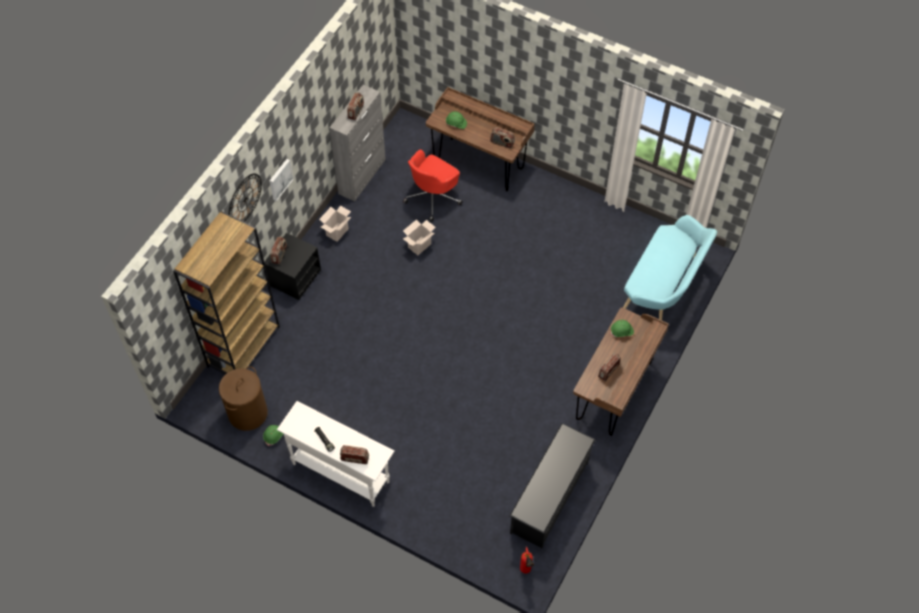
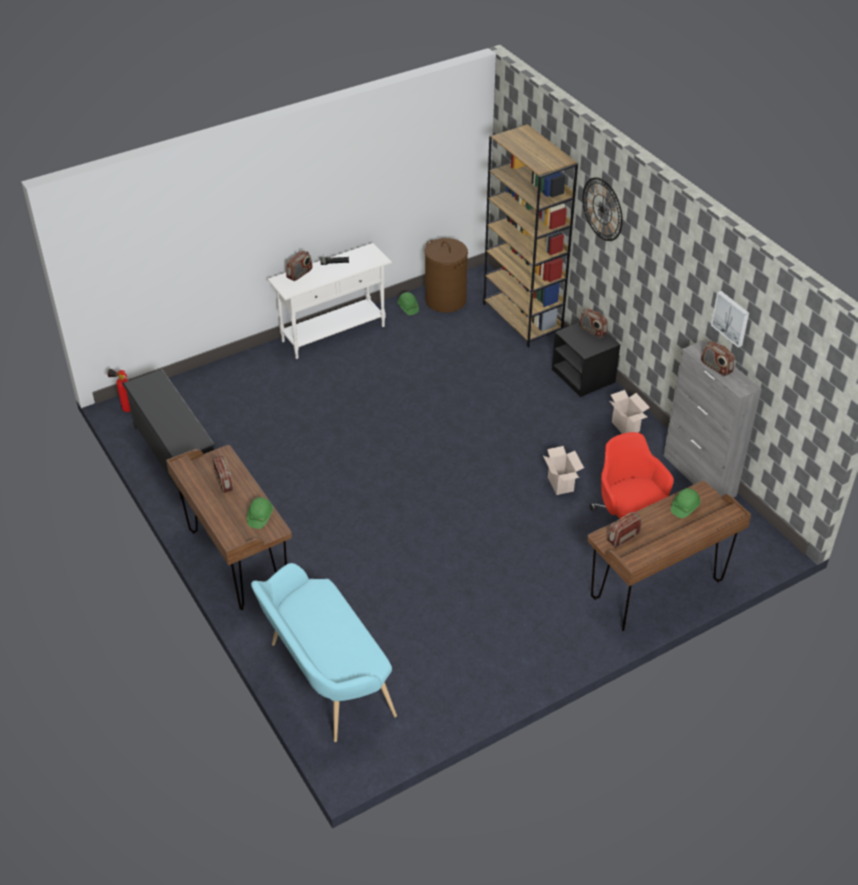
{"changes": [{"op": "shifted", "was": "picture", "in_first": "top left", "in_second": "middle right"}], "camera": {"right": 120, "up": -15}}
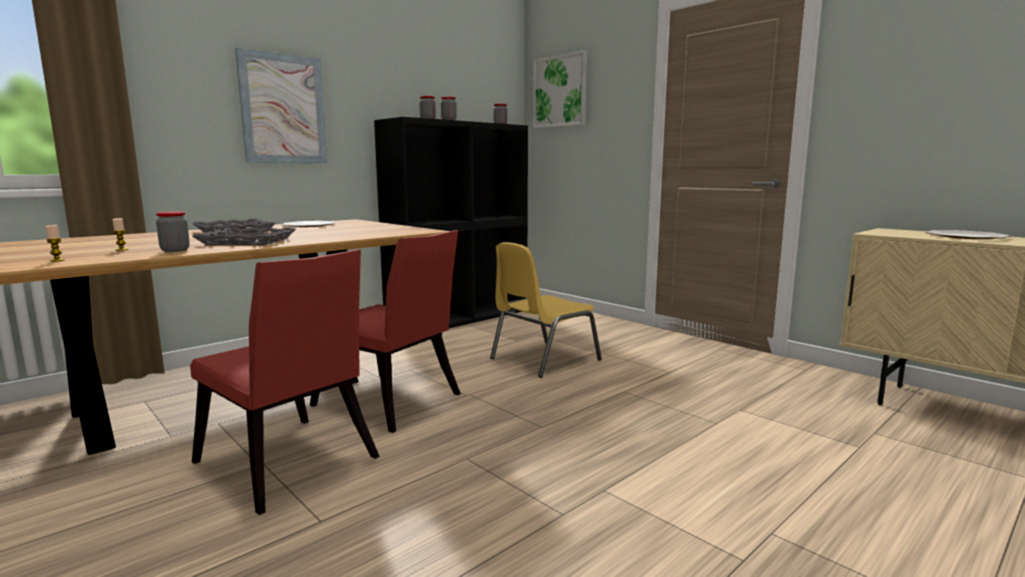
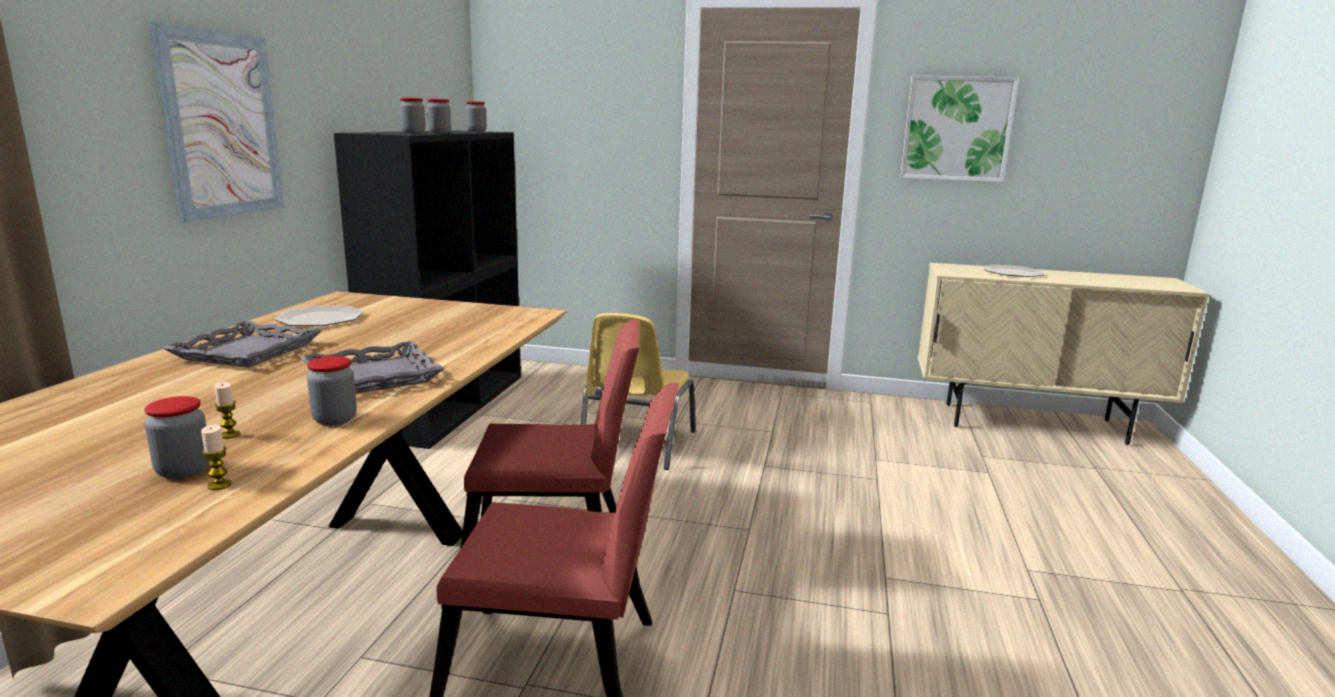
{"changes": [{"op": "new", "now": "jar (no. 1 from left)", "in_second": "middle left"}, {"op": "shifted", "was": "picture (no. 2 from left)", "in_first": "top centre", "in_second": "top right"}], "camera": {"right": -35, "up": 5}}
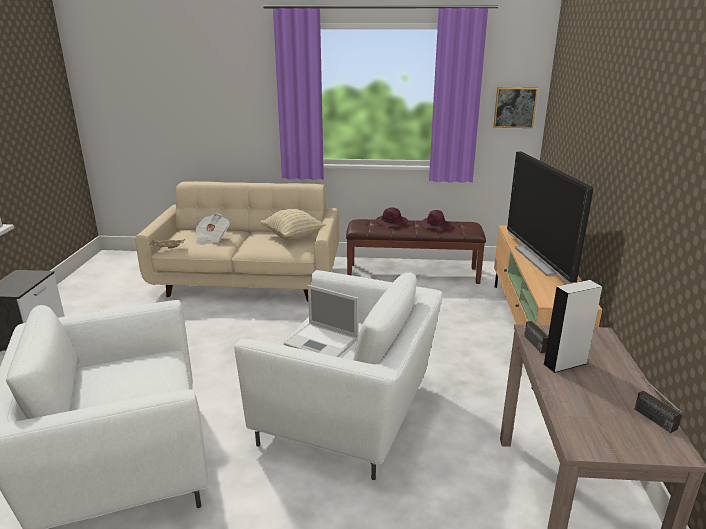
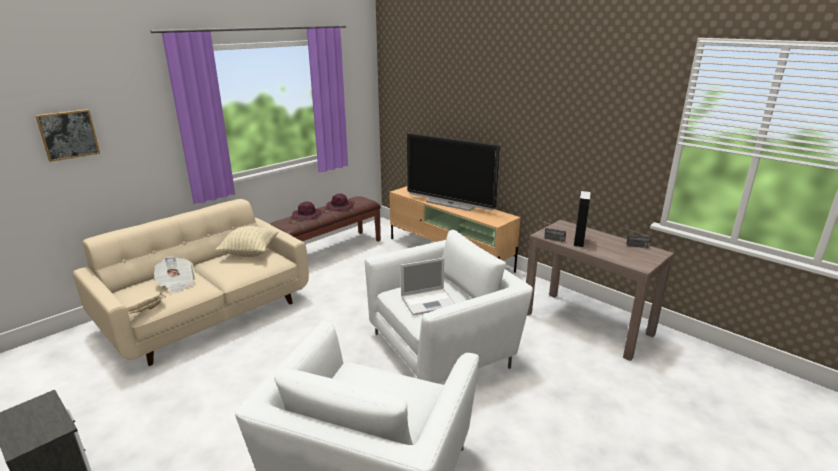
{"changes": [{"op": "shifted", "was": "picture", "in_first": "top right", "in_second": "top left"}], "camera": {"right": -50, "up": 0}}
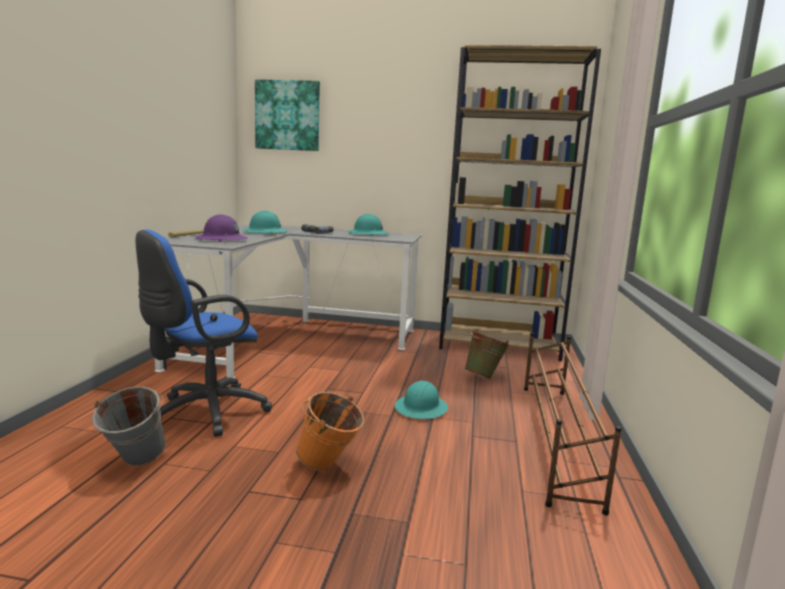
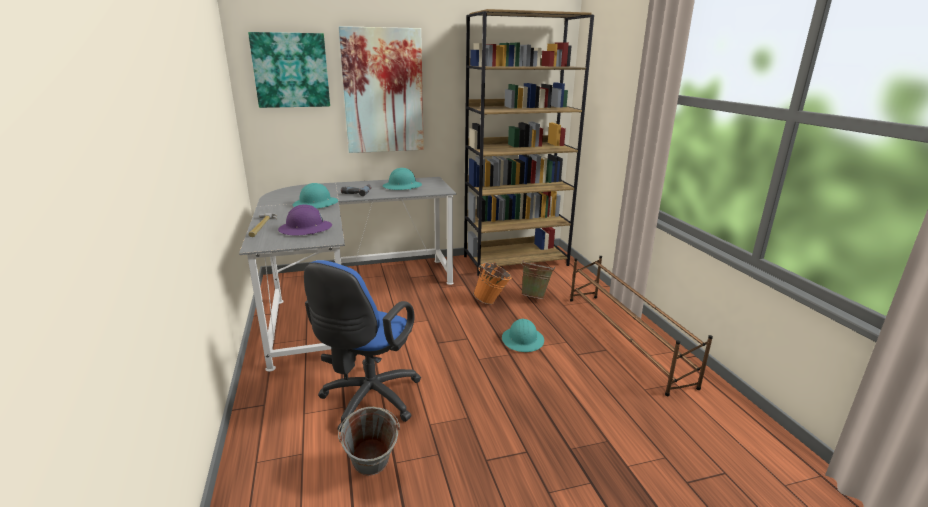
{"changes": [{"op": "new", "now": "picture (no. 2 from left)", "in_second": "top centre"}, {"op": "shifted", "was": "bucket/orange", "in_first": "bottom centre", "in_second": "centre"}], "camera": {"right": -25, "up": 10}}
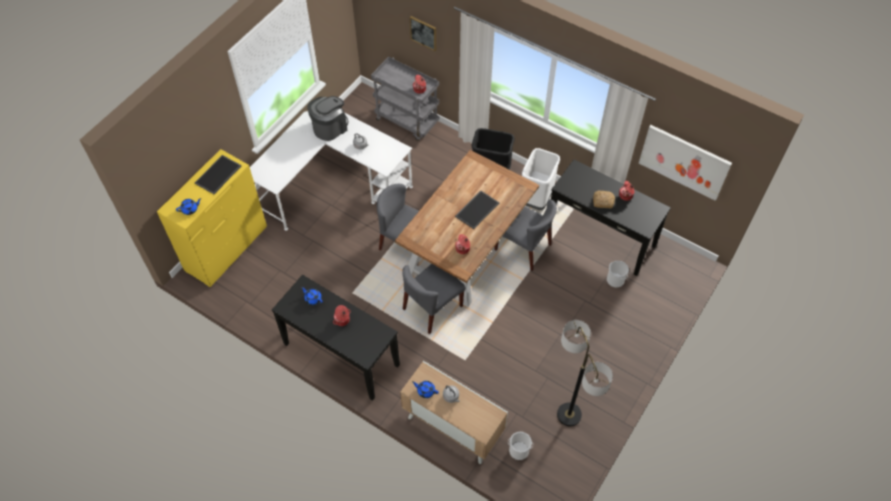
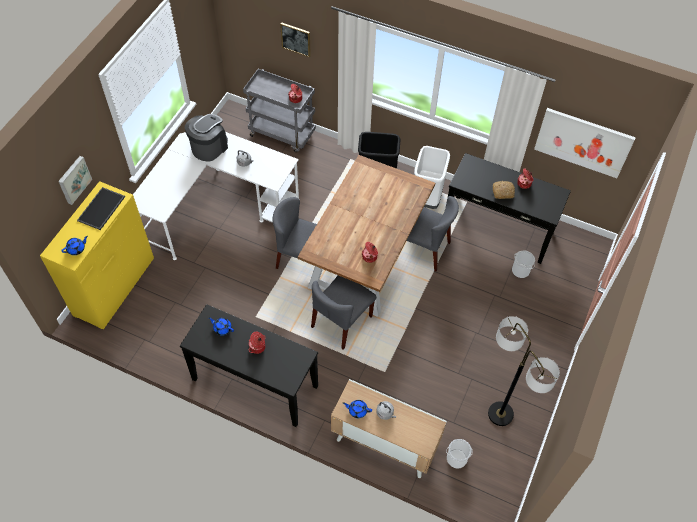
{"changes": [{"op": "new", "now": "picture (no. 1 from left)", "in_second": "middle left"}, {"op": "gone", "was": "tray (no. 2 from left)", "in_first": "centre"}], "camera": {"right": -10, "up": 0}}
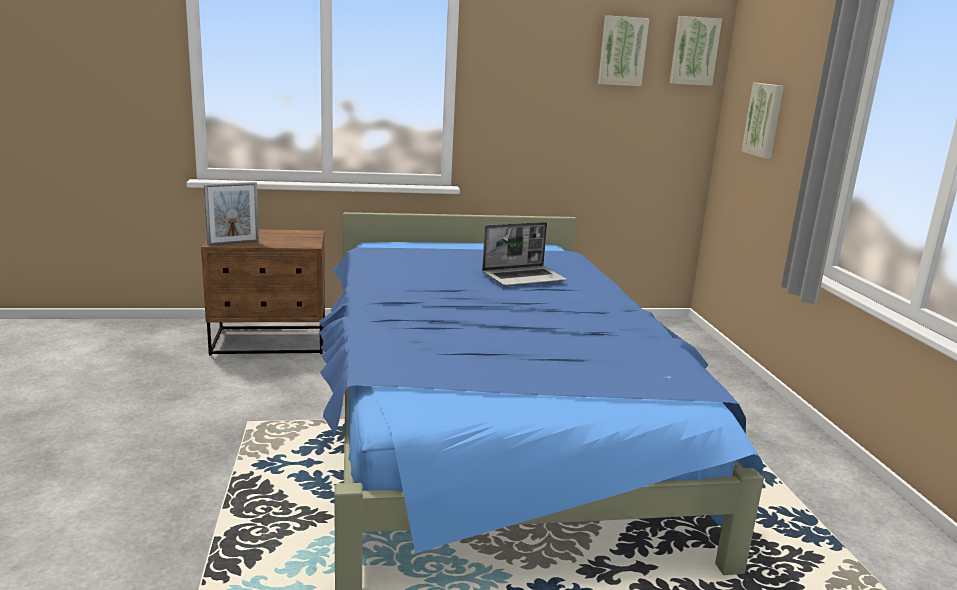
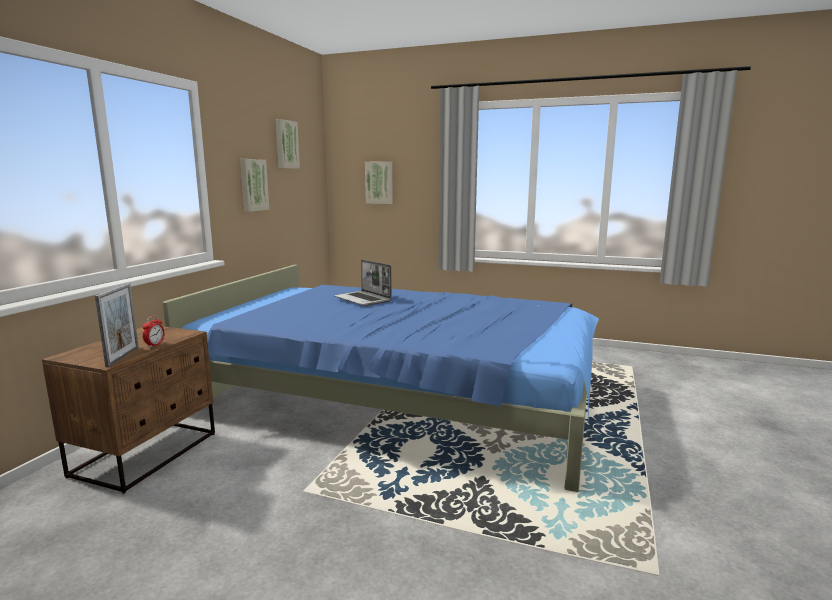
{"changes": [{"op": "new", "now": "alarm clock", "in_second": "middle left"}, {"op": "shifted", "was": "picture (no. 2 from left in the first image)", "now": "picture (no. 1 from left)", "in_first": "top right", "in_second": "top left"}, {"op": "rotated", "was": "laptop", "in_first": "centre", "in_second": "centre", "clockwise": 135}], "camera": {"right": -60, "up": -5}}
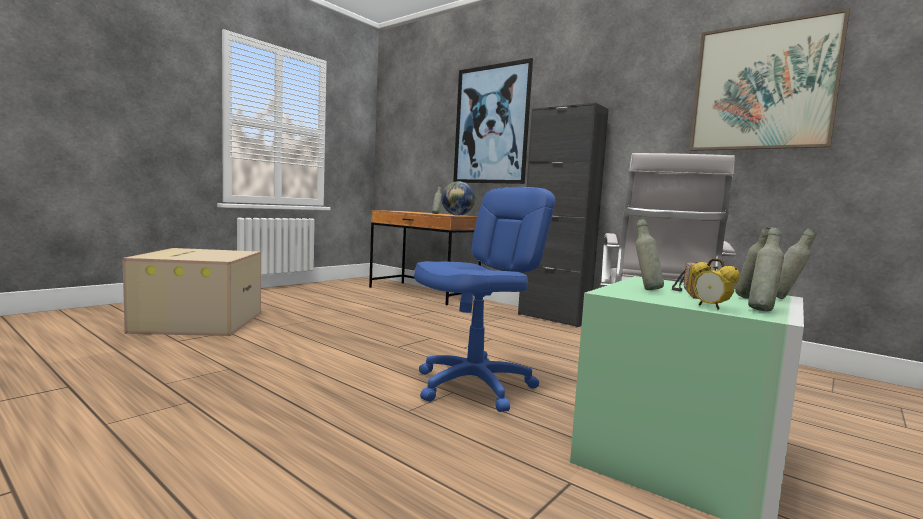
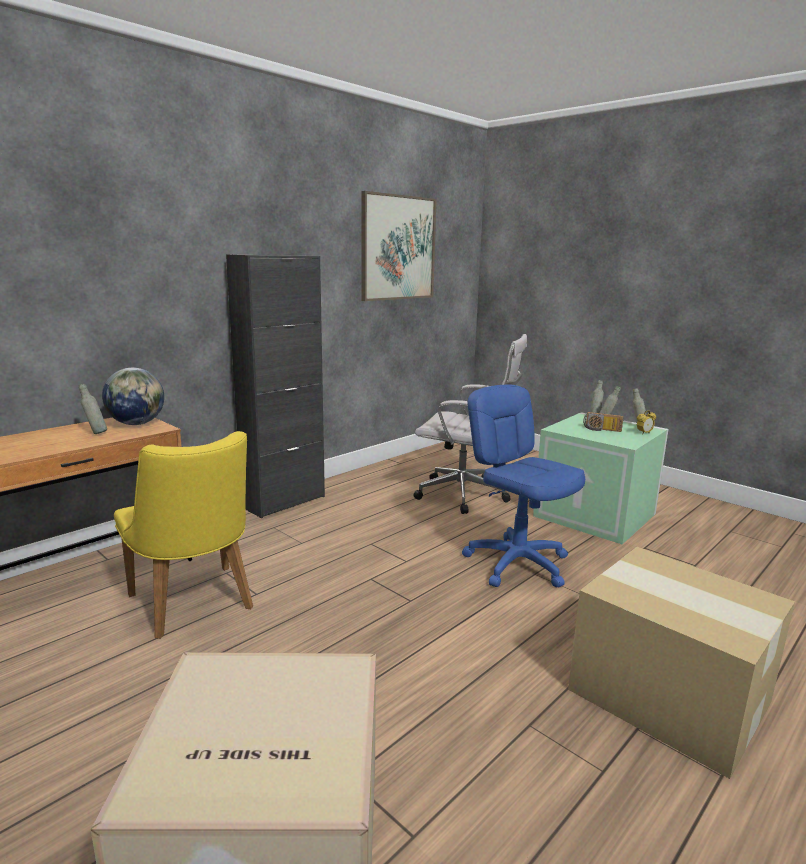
{"changes": [{"op": "new", "now": "chair/yellow", "in_second": "middle left"}, {"op": "new", "now": "cardboard box (no. 2 from left)", "in_second": "bottom right"}, {"op": "gone", "was": "picture (no. 1 from left)", "in_first": "top centre"}, {"op": "gone", "was": "bottle/grey (no. 2 from left)", "in_first": "middle right"}], "camera": {"right": -85, "up": 10}}
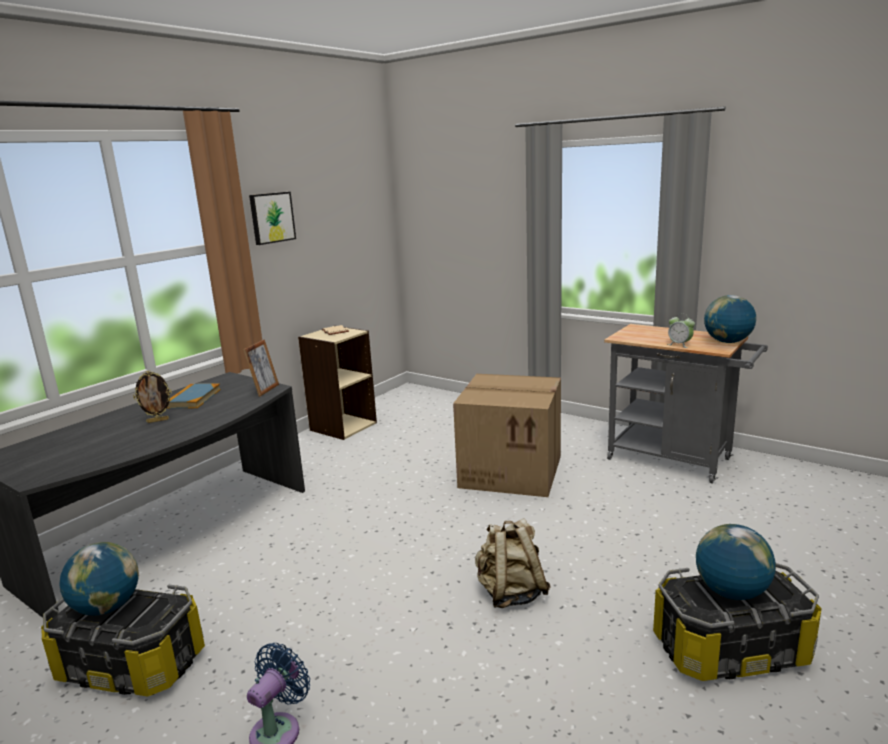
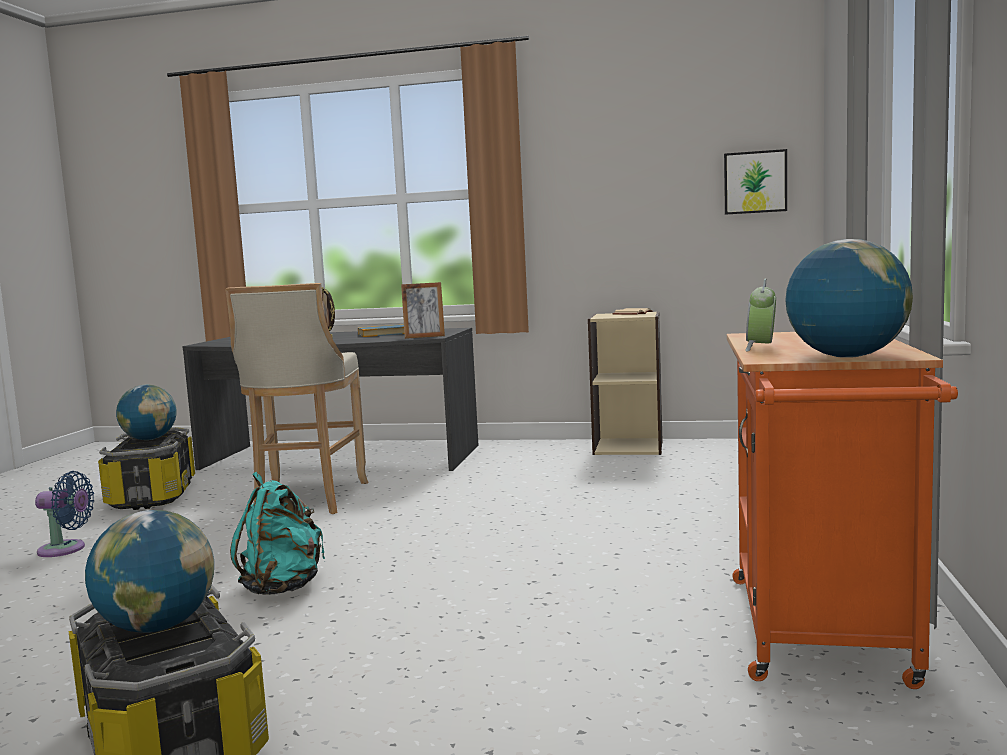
{"changes": [{"op": "new", "now": "stool/beige", "in_second": "middle left"}, {"op": "repainted", "was": "backpack/beige", "now": "backpack/turquoise", "in_first": "bottom centre", "in_second": "bottom left"}, {"op": "shifted", "was": "picture", "in_first": "top left", "in_second": "top right"}, {"op": "repainted", "was": "cart/grey", "now": "cart/orange", "in_first": "middle right", "in_second": "bottom right"}, {"op": "gone", "was": "cardboard box", "in_first": "centre"}], "camera": {"right": 65, "up": -10}}
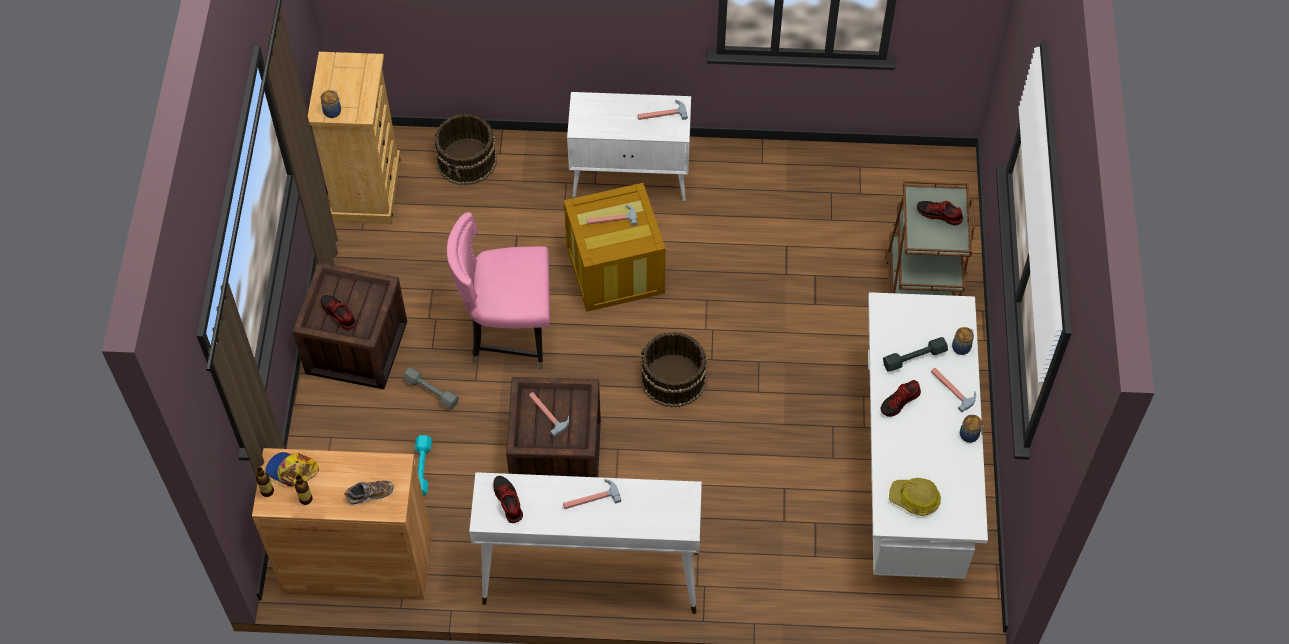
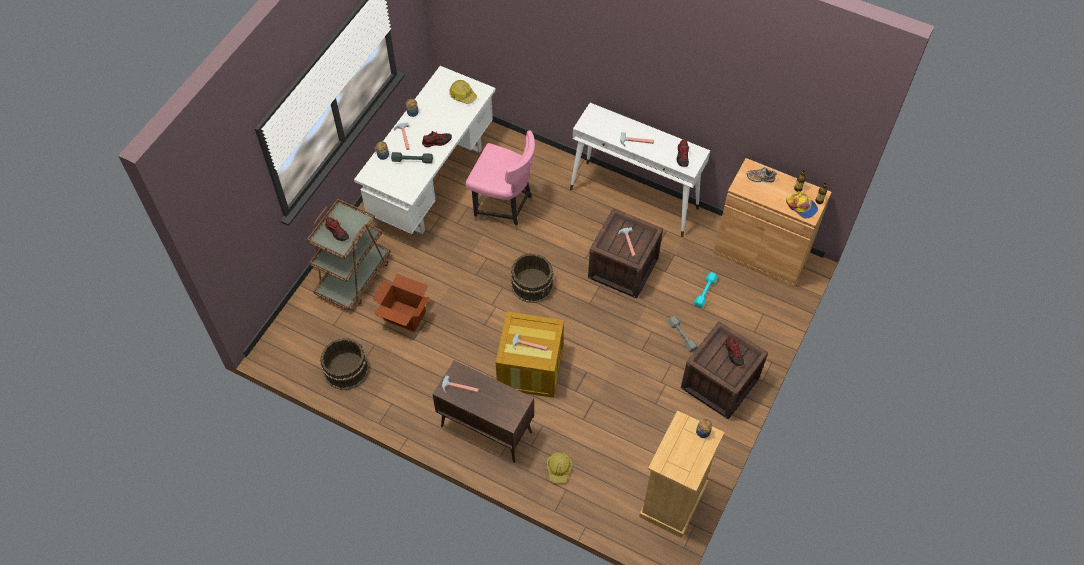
{"changes": [{"op": "shifted", "was": "bucket/brown (no. 1 from left)", "in_first": "top centre", "in_second": "middle left"}, {"op": "new", "now": "cardboard box", "in_second": "centre"}, {"op": "repainted", "was": "cabinet/white", "now": "cabinet/brown (no. 1 from left)", "in_first": "top centre", "in_second": "bottom centre"}, {"op": "shifted", "was": "chair/pink", "in_first": "centre", "in_second": "top centre"}, {"op": "new", "now": "hard hat (no. 2 from left)", "in_second": "bottom centre"}], "camera": {"right": -155, "up": 0}}
